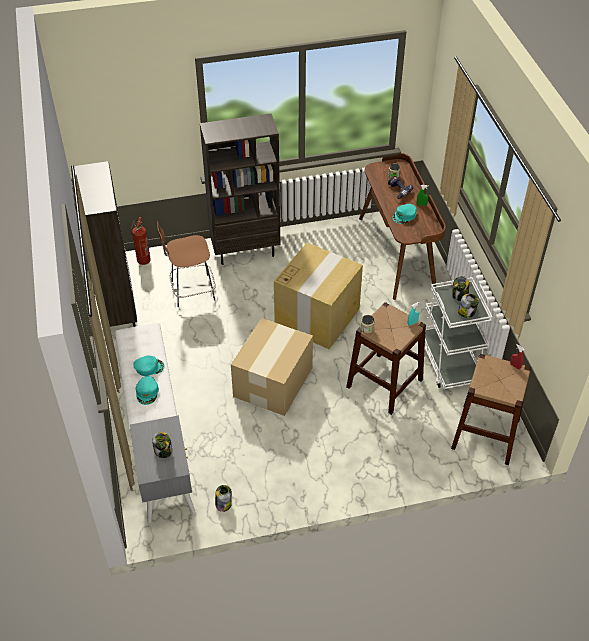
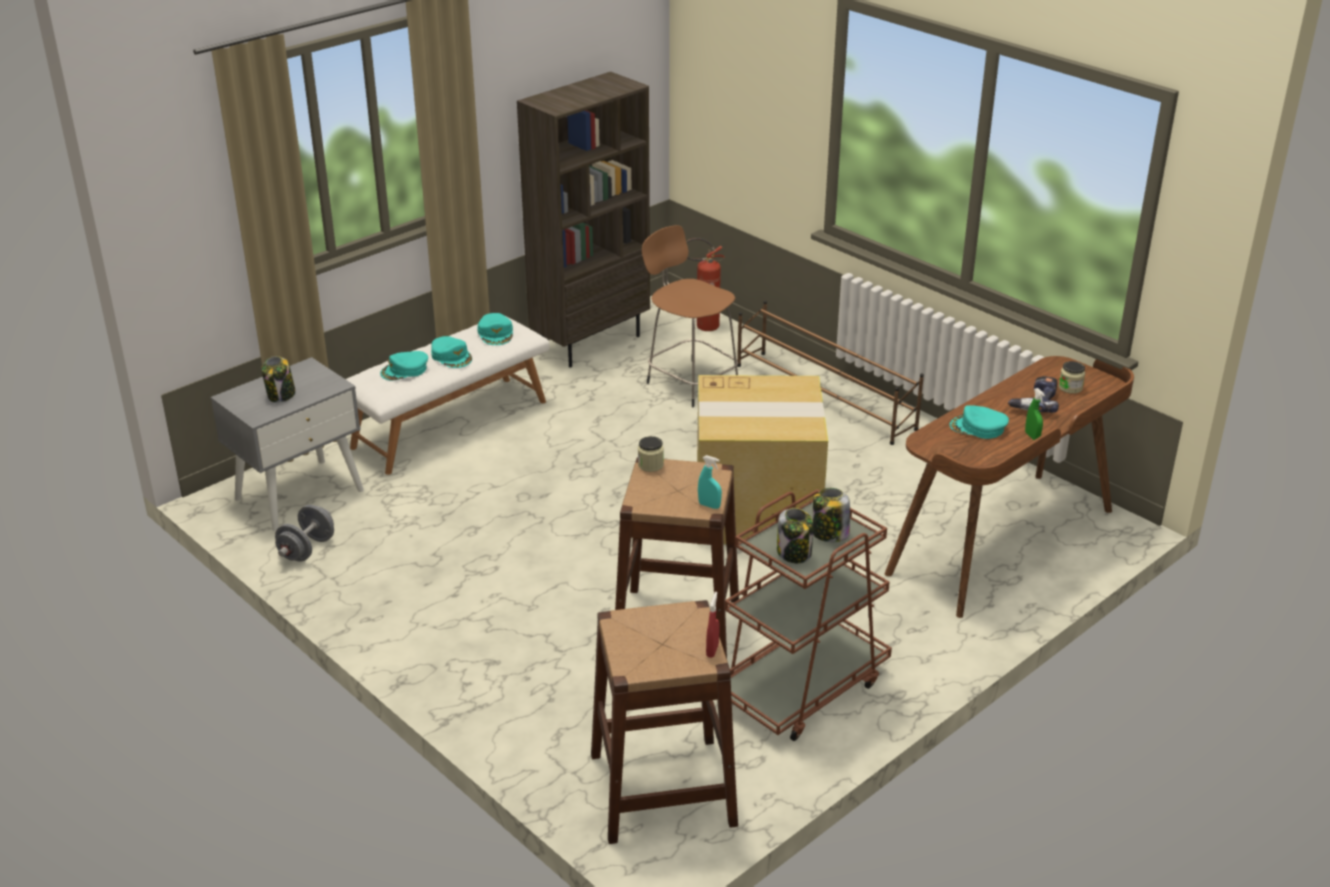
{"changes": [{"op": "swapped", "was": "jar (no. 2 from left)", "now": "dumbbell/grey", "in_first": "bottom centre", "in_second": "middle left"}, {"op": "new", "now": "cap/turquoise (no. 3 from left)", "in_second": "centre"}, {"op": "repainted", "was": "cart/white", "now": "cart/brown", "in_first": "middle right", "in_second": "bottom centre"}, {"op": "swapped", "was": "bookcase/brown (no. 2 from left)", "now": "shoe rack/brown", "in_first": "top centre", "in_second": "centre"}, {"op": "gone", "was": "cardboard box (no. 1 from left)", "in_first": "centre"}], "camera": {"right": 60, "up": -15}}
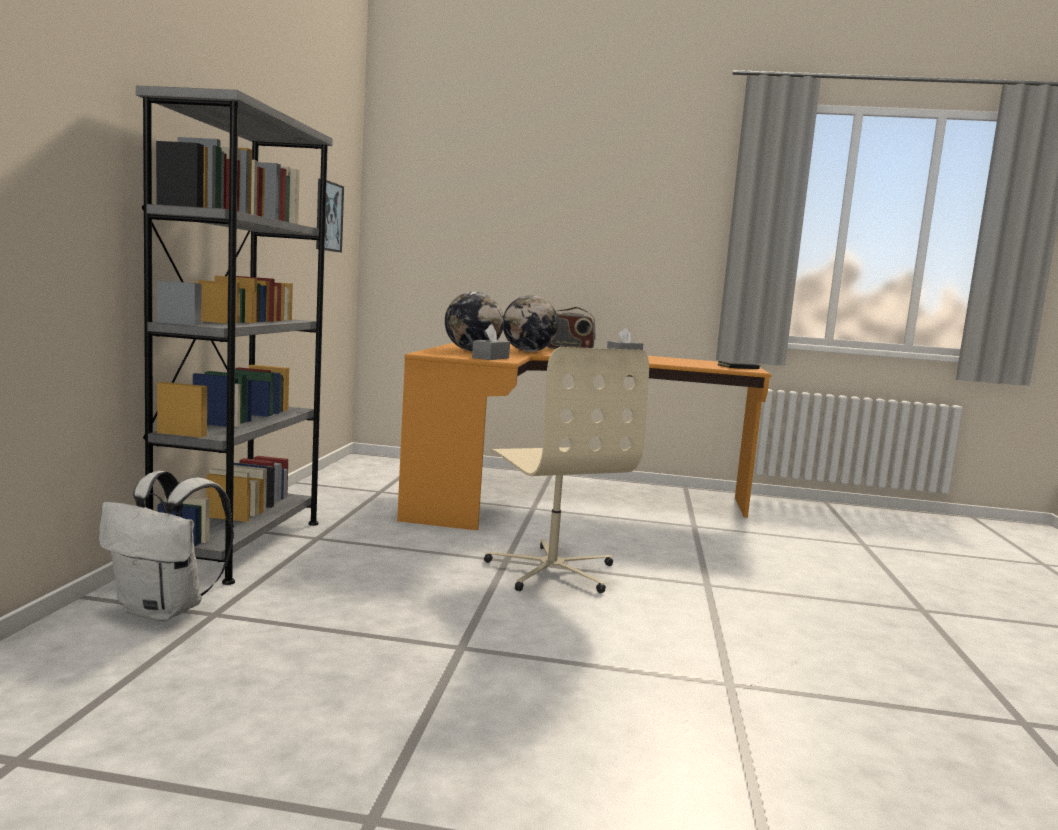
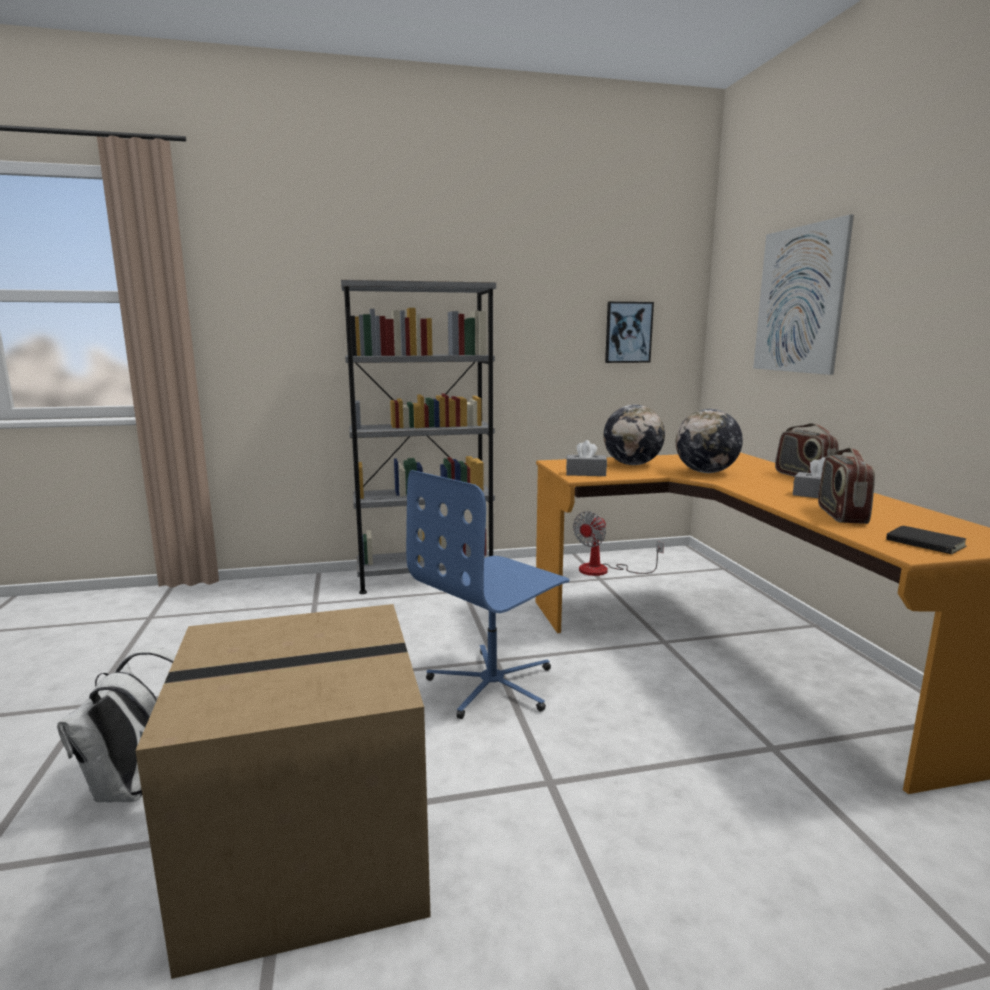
{"changes": [{"op": "shifted", "was": "backpack/white", "in_first": "middle left", "in_second": "bottom left"}, {"op": "new", "now": "cardboard box", "in_second": "bottom left"}, {"op": "repainted", "was": "office chair/beige", "now": "office chair/blue", "in_first": "centre", "in_second": "centre"}, {"op": "new", "now": "fan", "in_second": "centre"}, {"op": "new", "now": "picture (no. 2 from left)", "in_second": "top right"}, {"op": "new", "now": "radio (no. 2 from left)", "in_second": "middle right"}], "camera": {"right": 70, "up": 5}}
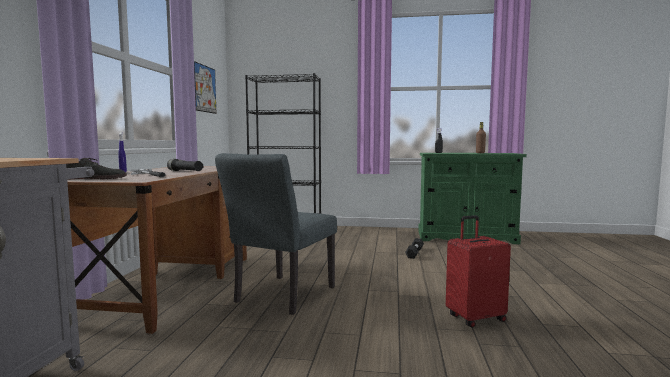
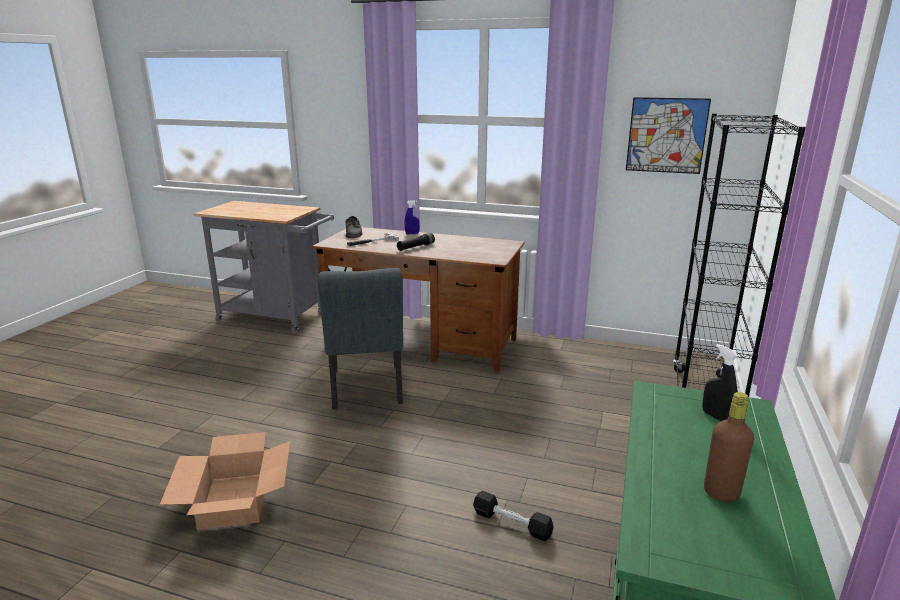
{"changes": [{"op": "swapped", "was": "suitcase/red", "now": "cardboard box", "in_first": "bottom right", "in_second": "bottom left"}, {"op": "rotated", "was": "chair/grey", "in_first": "centre", "in_second": "centre", "clockwise": -135}], "camera": {"right": 100, "up": 15}}
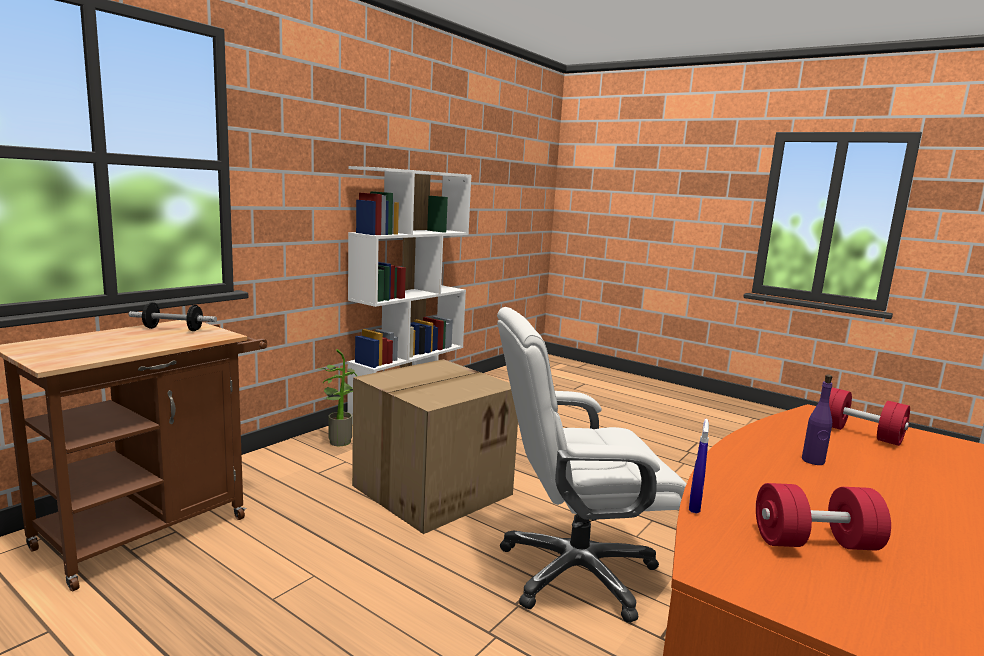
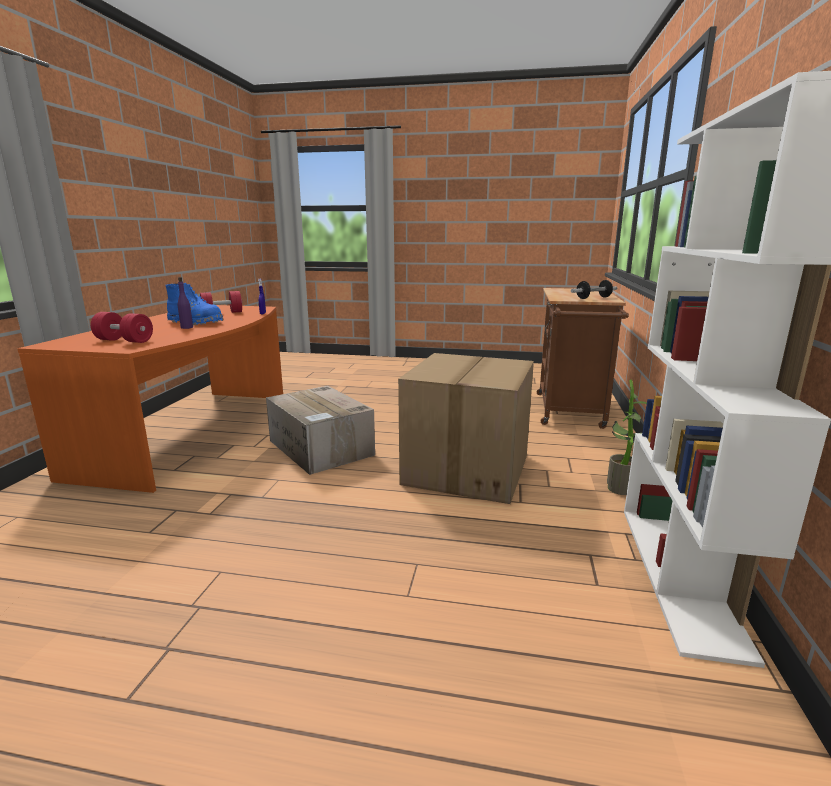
{"changes": [{"op": "new", "now": "boot/blue", "in_second": "middle left"}, {"op": "swapped", "was": "office chair/white", "now": "cardboard box (no. 1 from left)", "in_first": "bottom centre", "in_second": "centre"}], "camera": {"right": 155, "up": 5}}
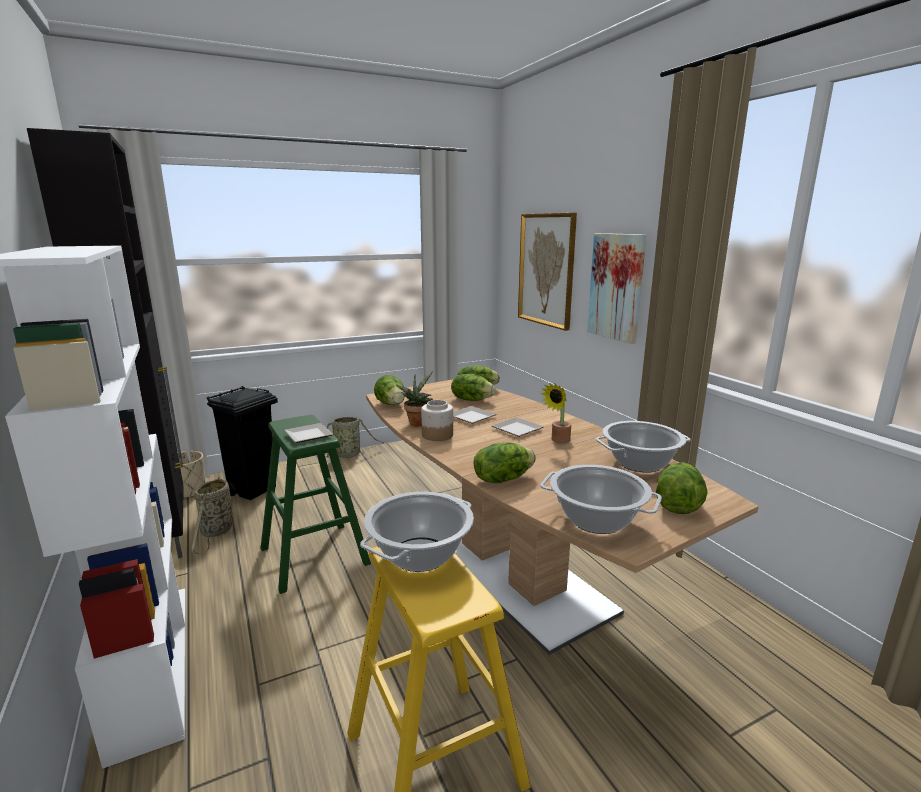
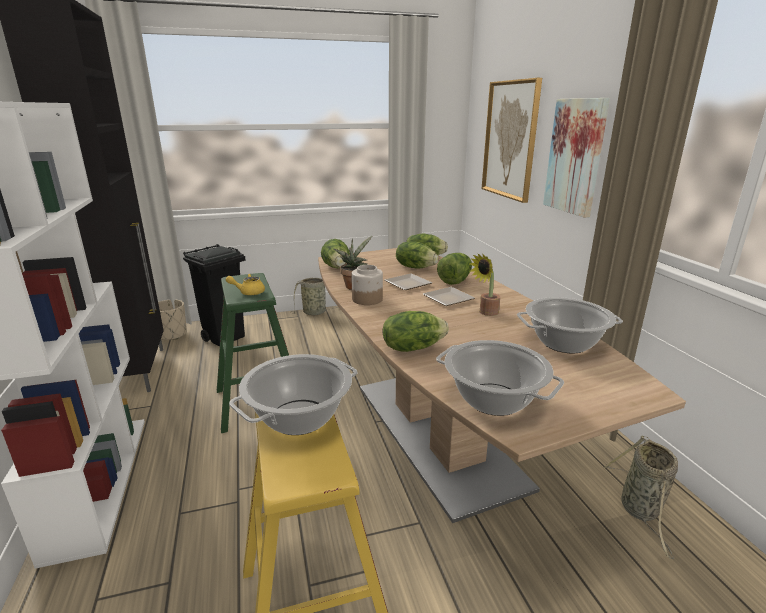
{"changes": [{"op": "swapped", "was": "plate (no. 1 from left)", "now": "teapot/yellow", "in_first": "centre", "in_second": "middle left"}, {"op": "shifted", "was": "lettuce (no. 5 from left)", "in_first": "middle right", "in_second": "centre"}, {"op": "shifted", "was": "basket (no. 1 from left in the first image)", "now": "basket (no. 2 from left)", "in_first": "middle left", "in_second": "bottom right"}], "camera": {"right": 10, "up": 5}}
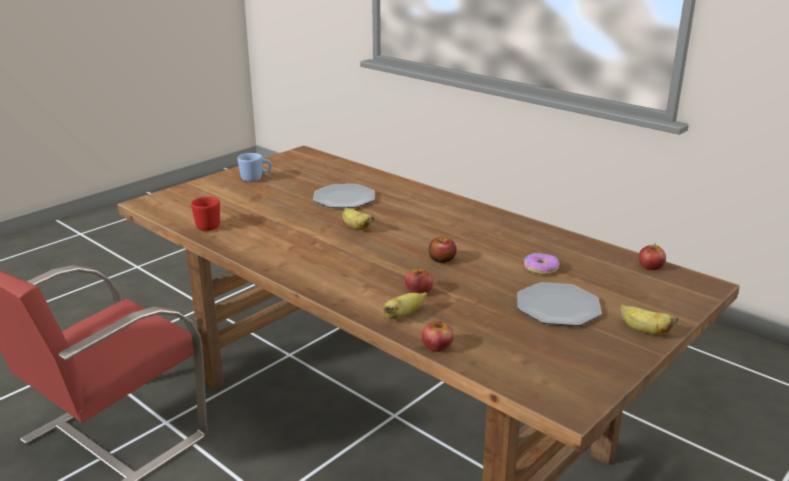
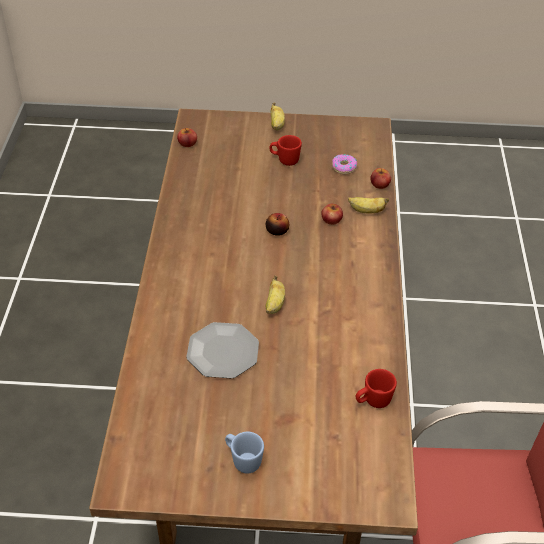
{"changes": [{"op": "swapped", "was": "plate (no. 2 from left)", "now": "mug/red (no. 1 from left)", "in_first": "middle right", "in_second": "top centre"}, {"op": "shifted", "was": "donut", "in_first": "middle right", "in_second": "top centre"}], "camera": {"right": -130, "up": 20}}
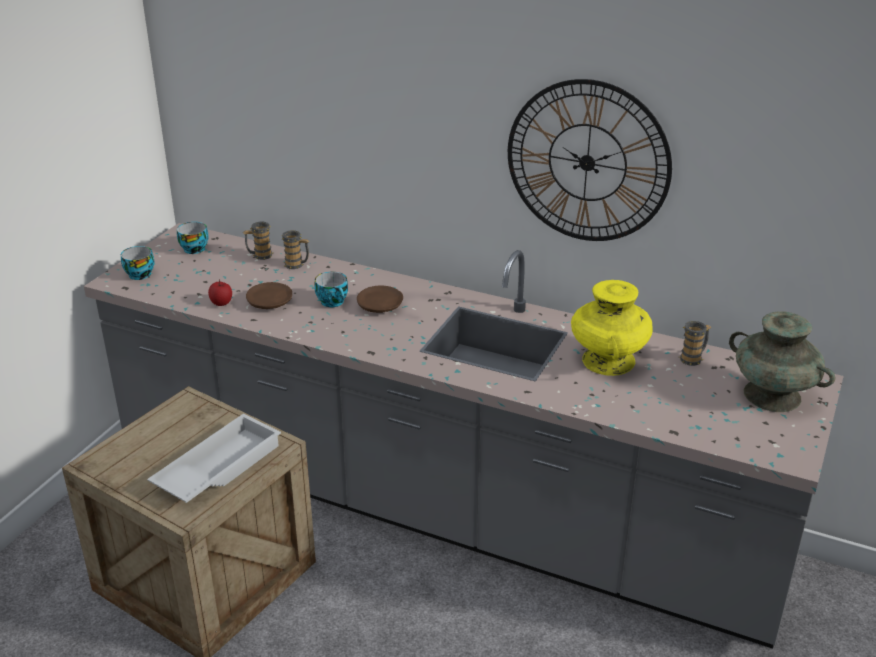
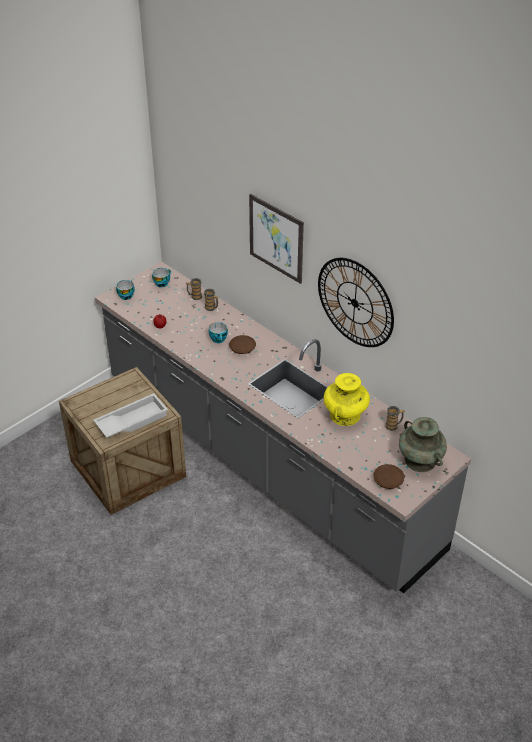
{"changes": [{"op": "new", "now": "picture", "in_second": "top centre"}, {"op": "shifted", "was": "plate/brown (no. 1 from left in the first image)", "now": "plate/brown (no. 2 from left)", "in_first": "middle left", "in_second": "middle right"}], "camera": {"right": 20, "up": 10}}
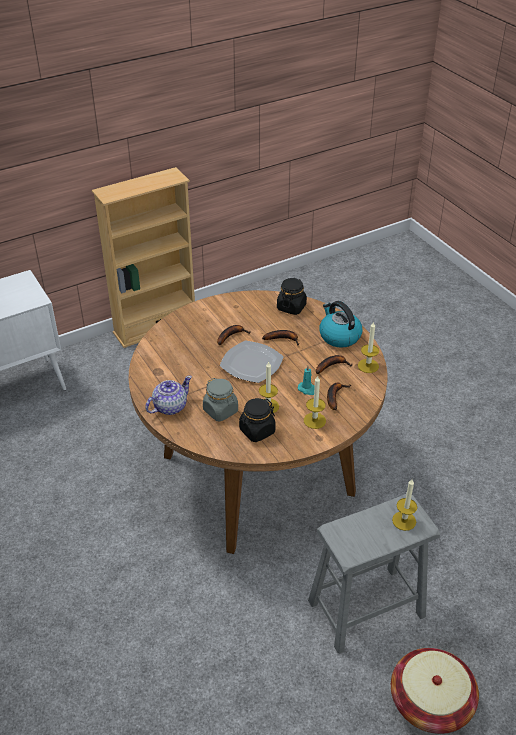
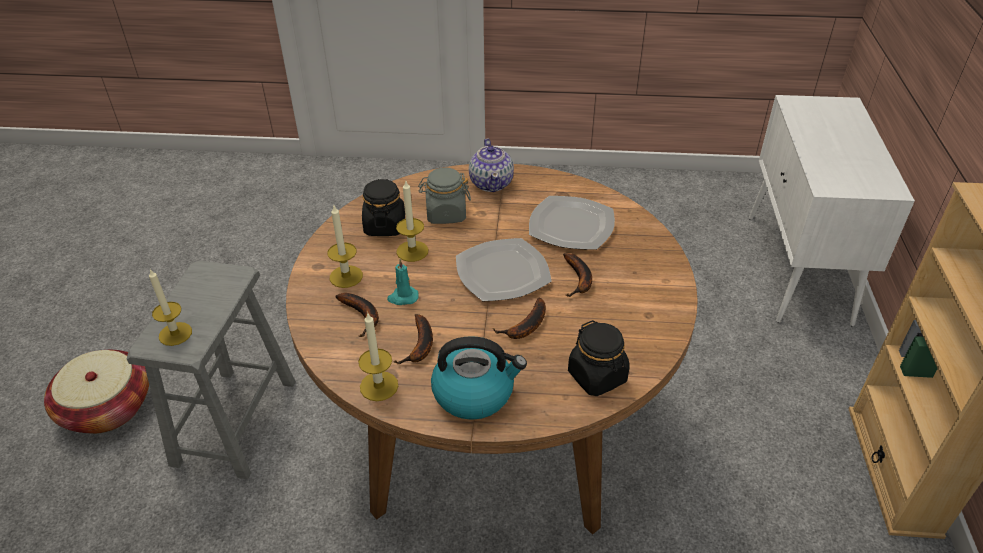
{"changes": [{"op": "new", "now": "plate (no. 2 from left)", "in_second": "centre"}], "camera": {"right": 125, "up": 0}}
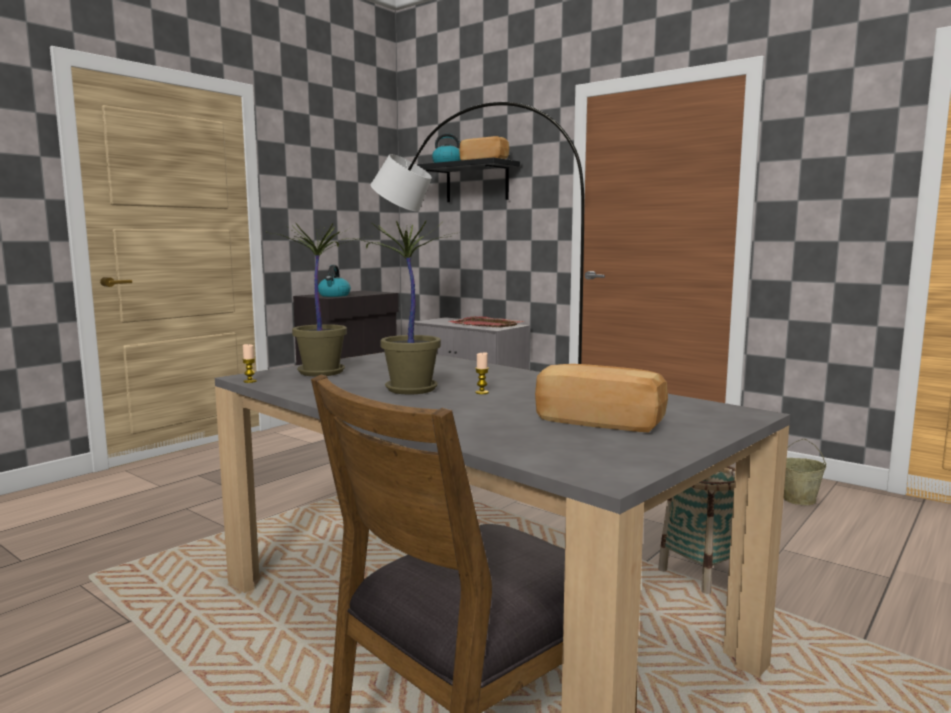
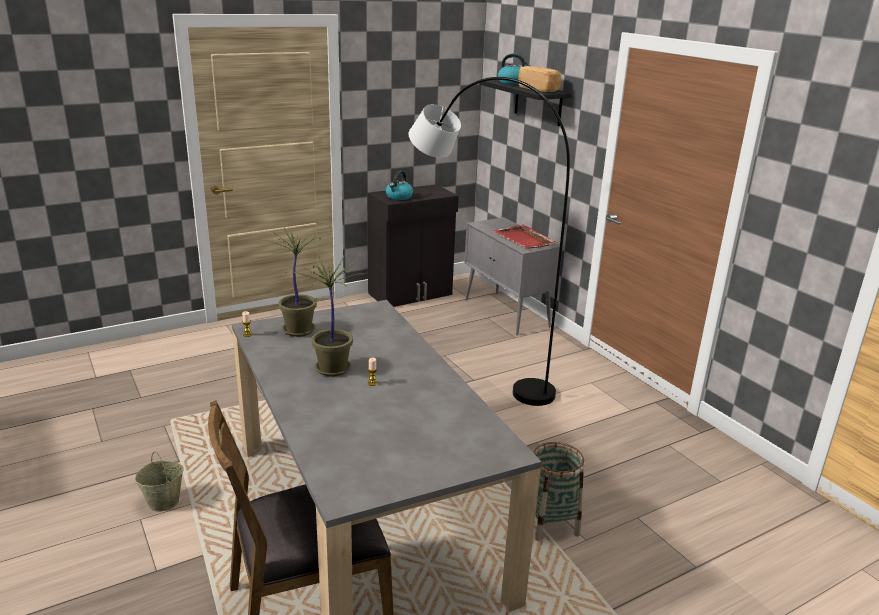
{"changes": [{"op": "shifted", "was": "bucket/beige", "in_first": "middle right", "in_second": "bottom left"}, {"op": "gone", "was": "bread (no. 2 from left)", "in_first": "centre"}], "camera": {"right": 20, "up": 15}}
